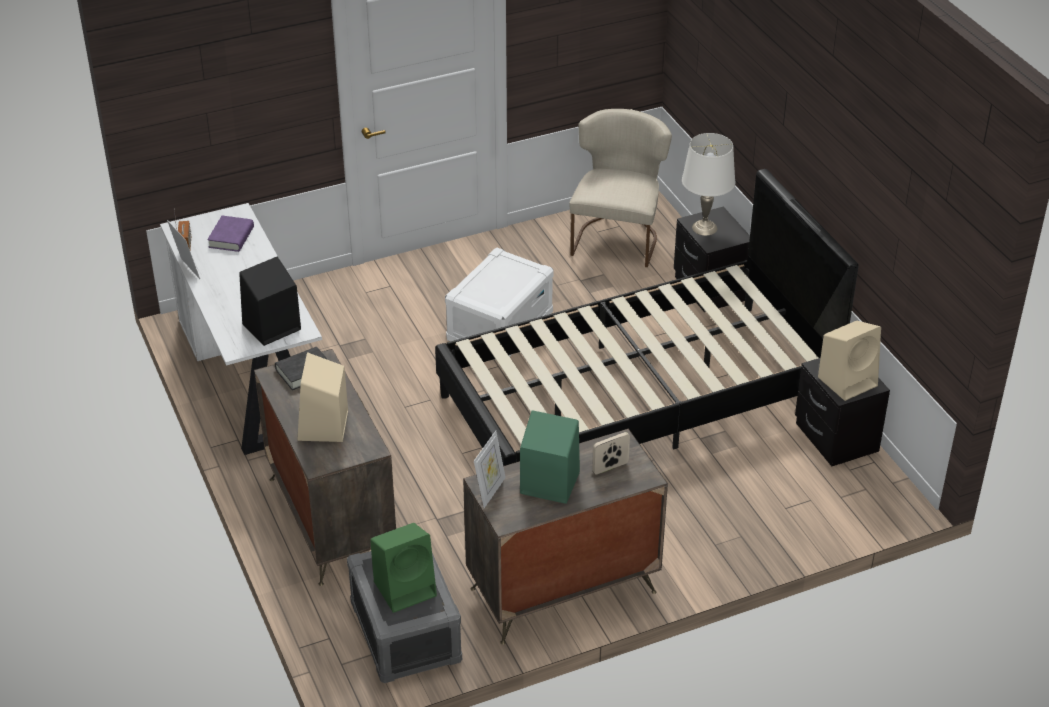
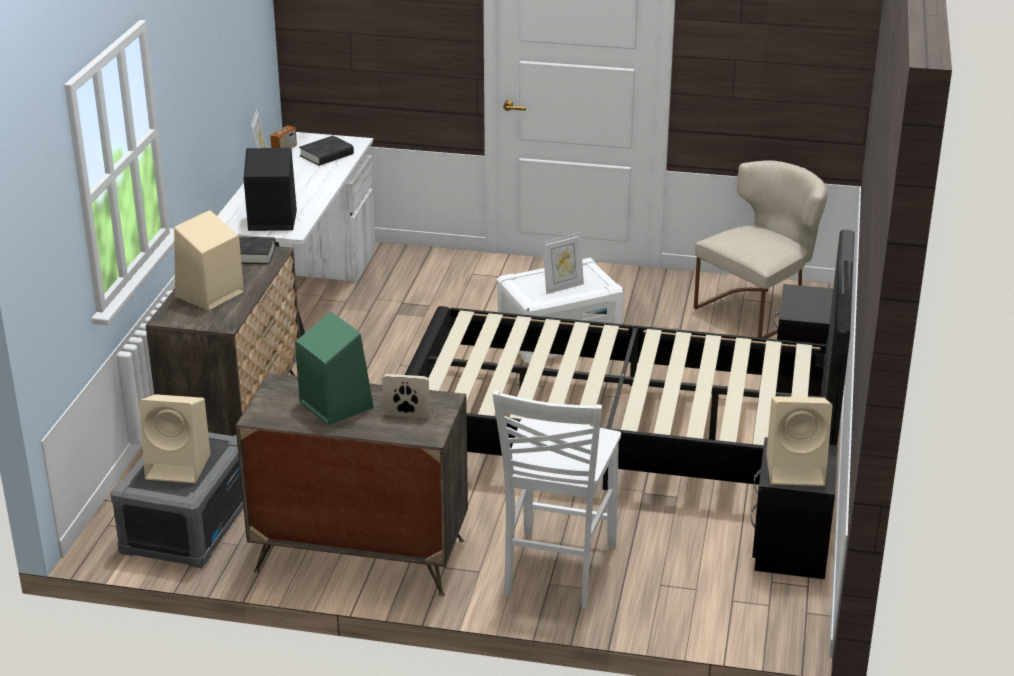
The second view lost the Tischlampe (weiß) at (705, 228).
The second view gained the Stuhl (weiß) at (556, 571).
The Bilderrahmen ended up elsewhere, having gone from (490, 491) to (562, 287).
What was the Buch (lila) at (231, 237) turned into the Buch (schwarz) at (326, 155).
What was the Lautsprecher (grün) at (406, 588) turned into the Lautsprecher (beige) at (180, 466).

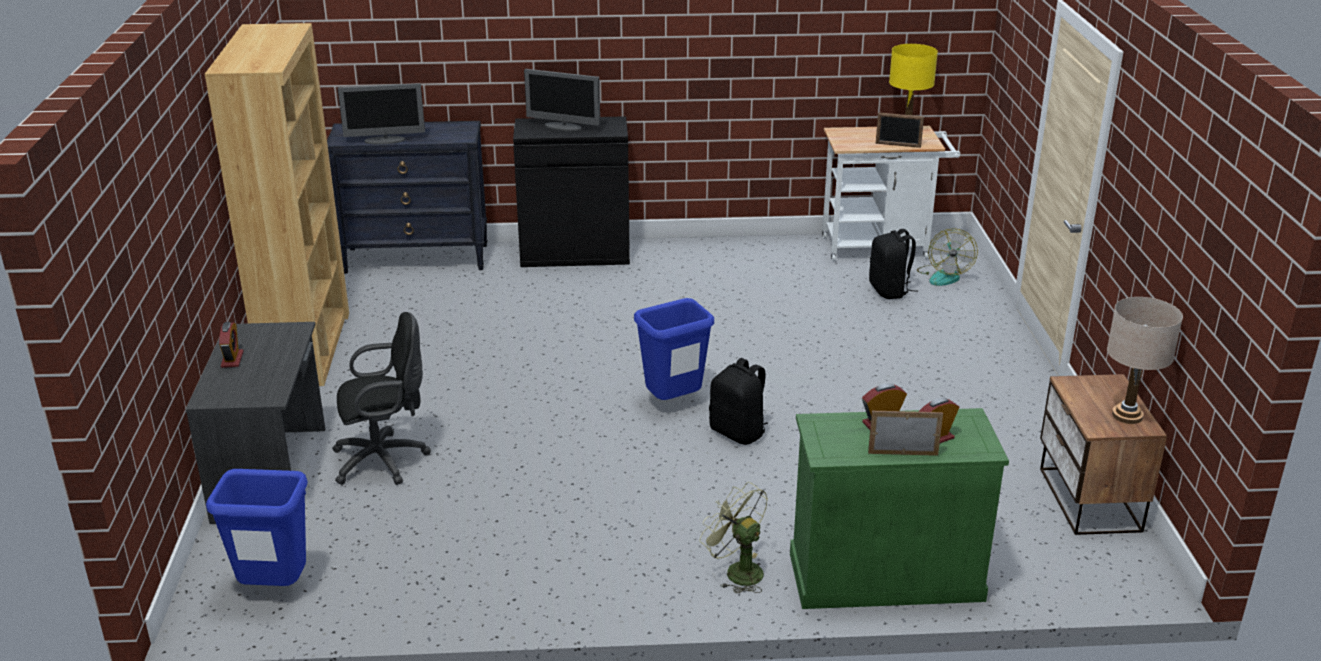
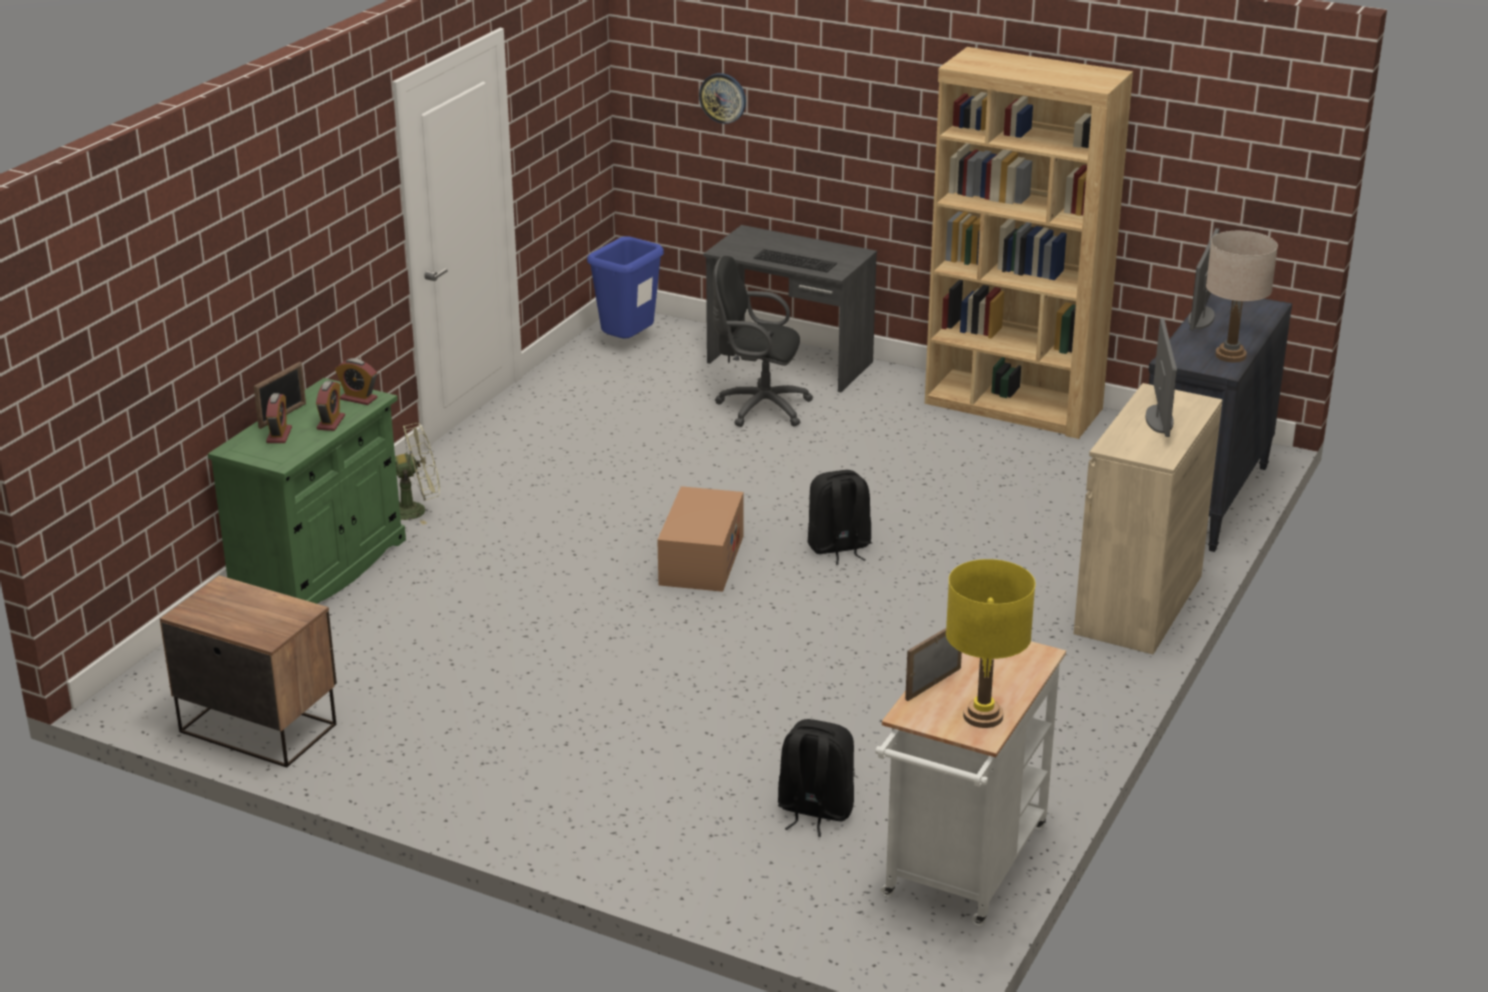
The second view lost the Ventilator at (944, 275).
The second view gained the Wanduhr at (723, 98).
The second view gained the Tastatur at (796, 260).
The Wecker ended up elsewhere, having gone from (232, 359) to (358, 398).
The Rucksack (schwarz) ended up elsewhere, having gone from (738, 432) to (839, 548).
The Tischlampe (beige) ended up elsewhere, having gone from (1127, 415) to (1230, 356).
Where the Mülleimer (blau) stood at (672, 404), the Karton came to stand at (701, 560).
What was the Schrank (schwarz) at (575, 254) turned into the Schrank (beige) at (1138, 604).
The Bürostuhl (schwarz) at (385, 460) ended up facing another way, 90 degrees clockwise from before.
The Monitor at (563, 127) ended up facing another way, 135 degrees clockwise from before.

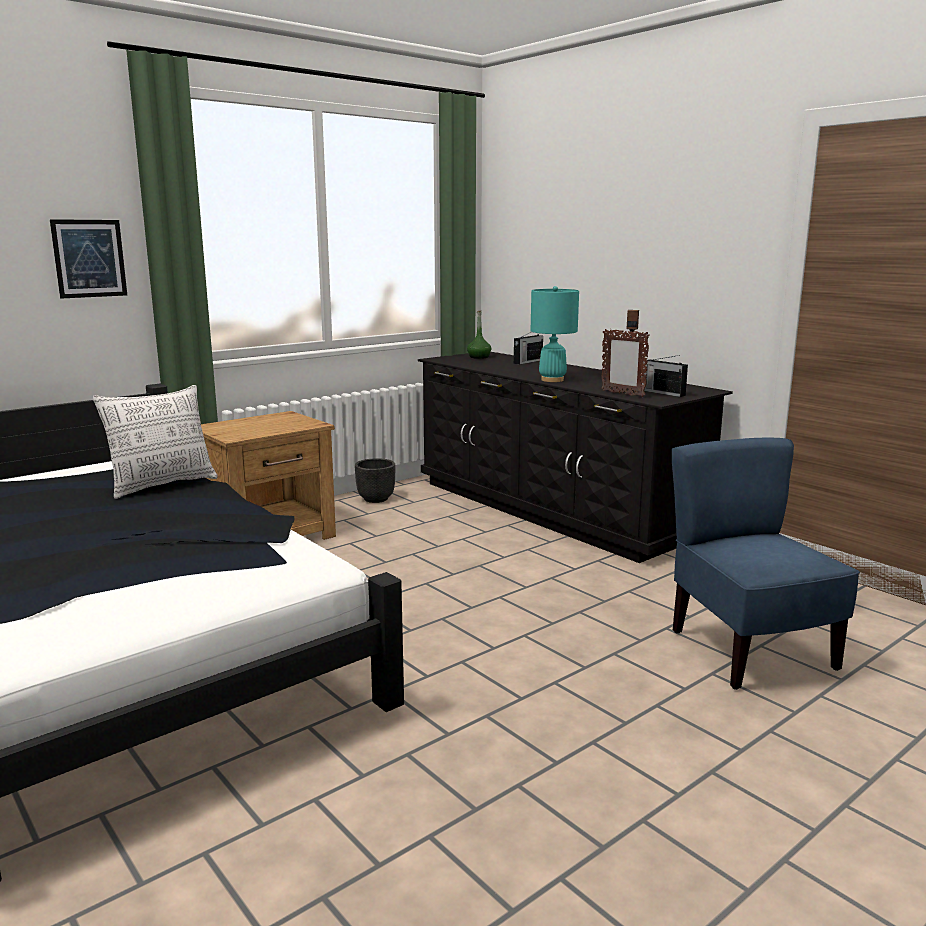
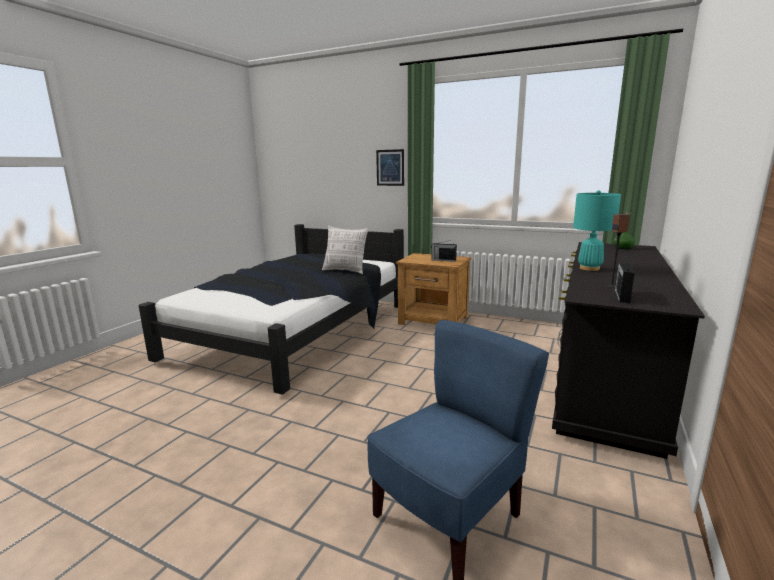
The second view lost the Pflanzkübel (schwarz) at (376, 499).
The second view lost the Bilderrahmen at (622, 394).
The Radio ended up elsewhere, having gone from (527, 362) to (443, 260).

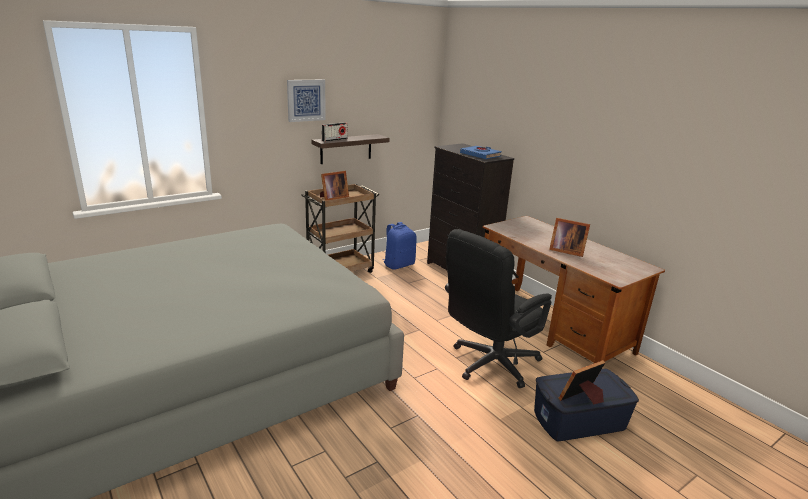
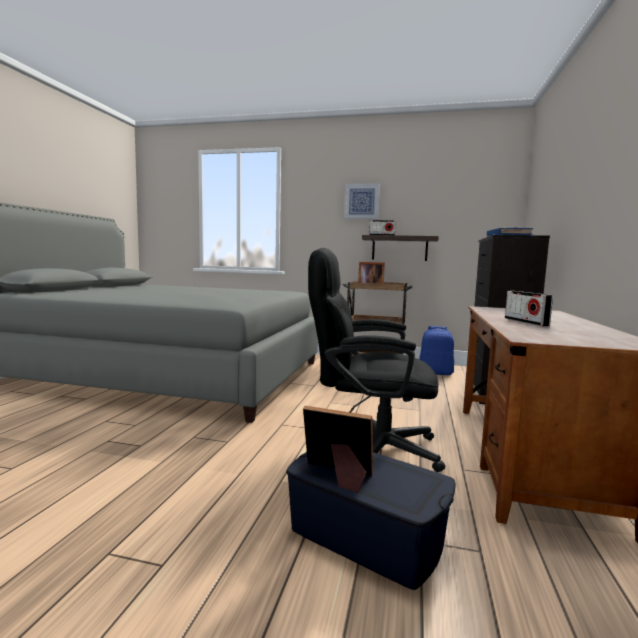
Where the Bilderrahmen stood at (565, 250), the Radio came to stand at (525, 322).

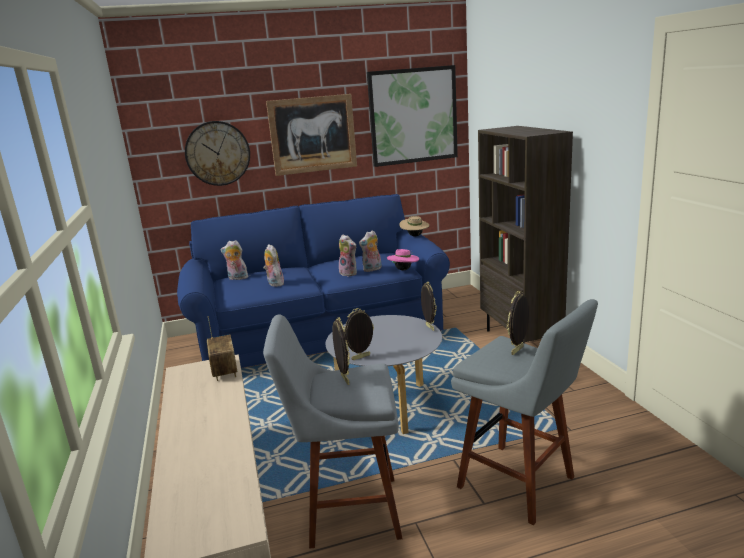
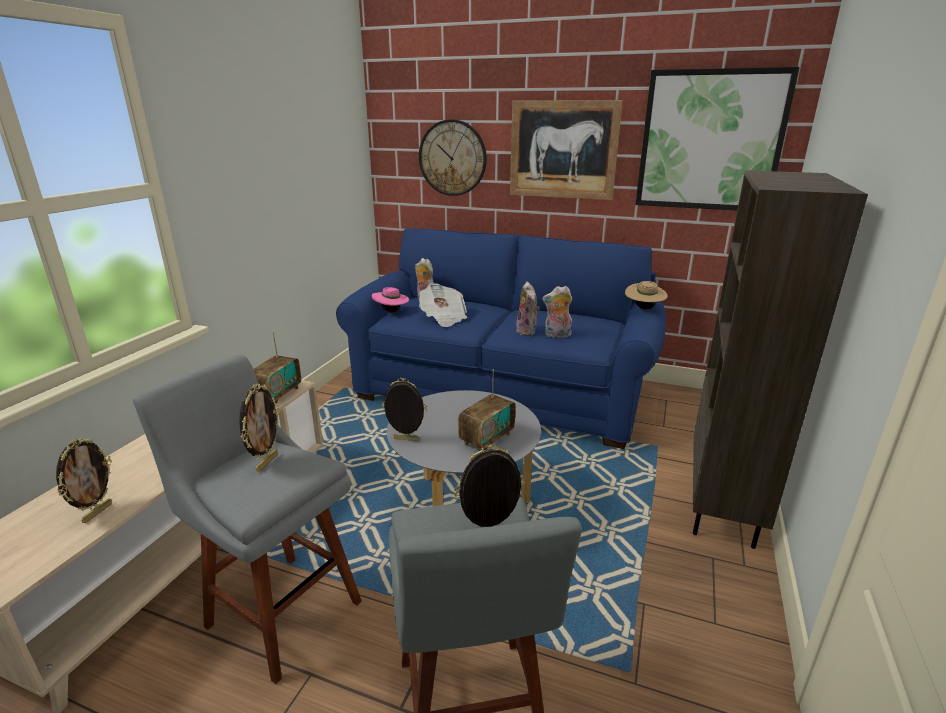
The second view gained the Radio at (486, 439).
The Hut (rosa) ended up elsewhere, having gone from (403, 270) to (391, 312).
The Bilderrahmen ended up elsewhere, having gone from (429, 327) to (97, 512).
Where the Plüschtier stood at (274, 283), the Zeitung came to stand at (443, 318).

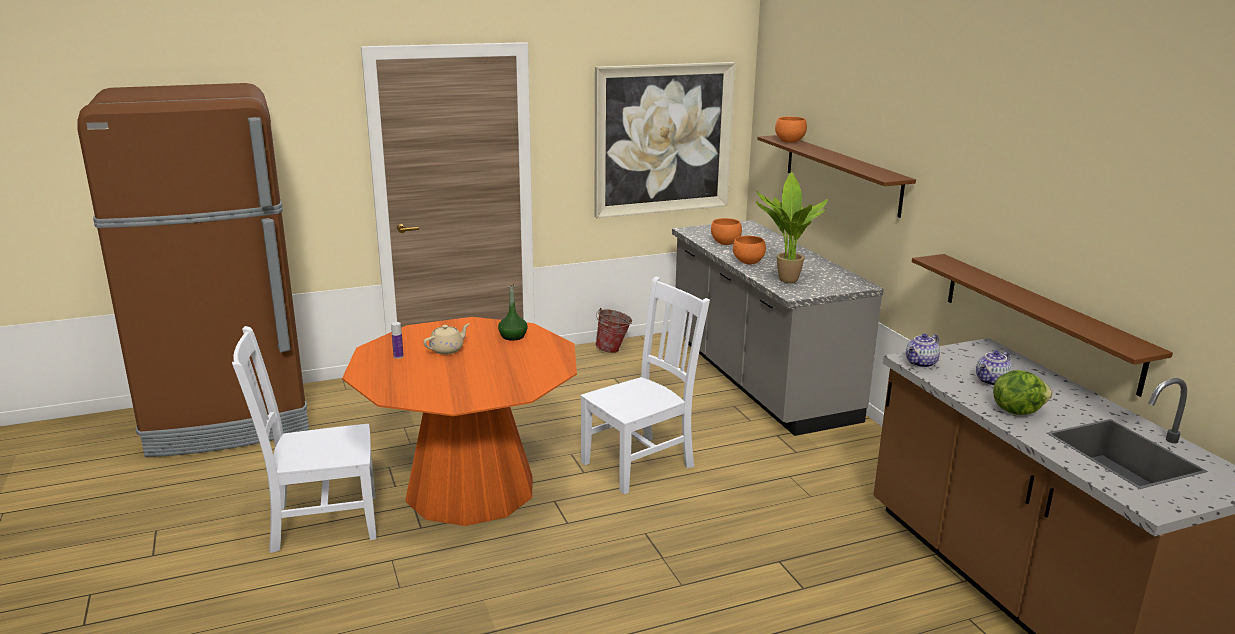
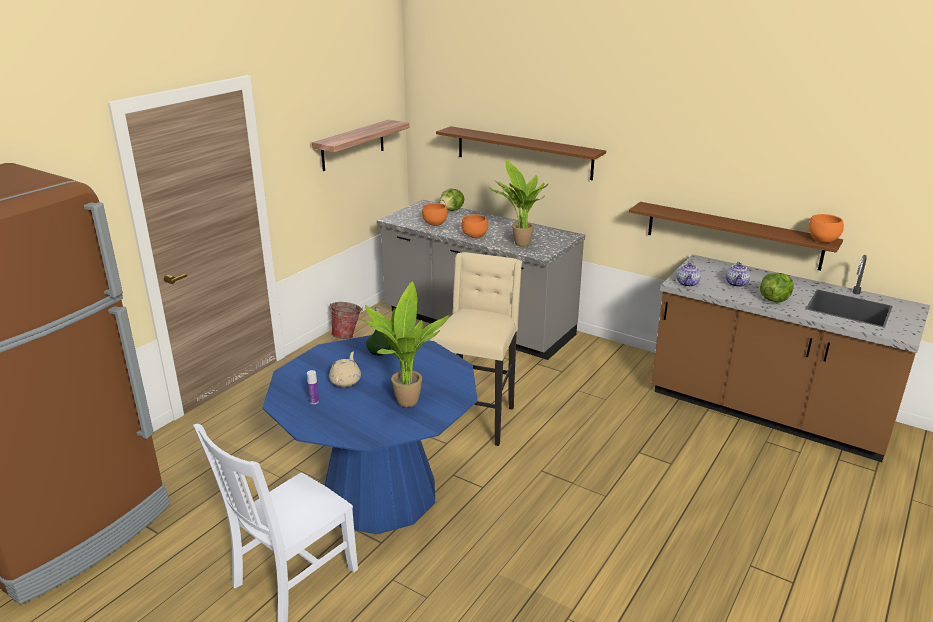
The second view gained the Topfpflanze at (404, 401).
The second view gained the Salatkopf at (452, 210).
The Schüssel (orange) ended up elsewhere, having gone from (789, 141) to (822, 240).
Where the Stuhl (weiß) stood at (641, 463), the Hocker (beige) came to stand at (477, 419).
Where the Bild hung at (663, 139), the Wandregal came to hang at (353, 145).
What was the Esstisch (orange) at (470, 488) turned into the Esstisch (blau) at (379, 493).

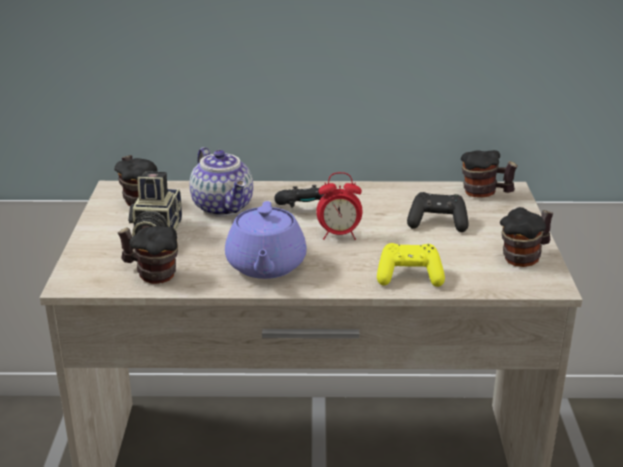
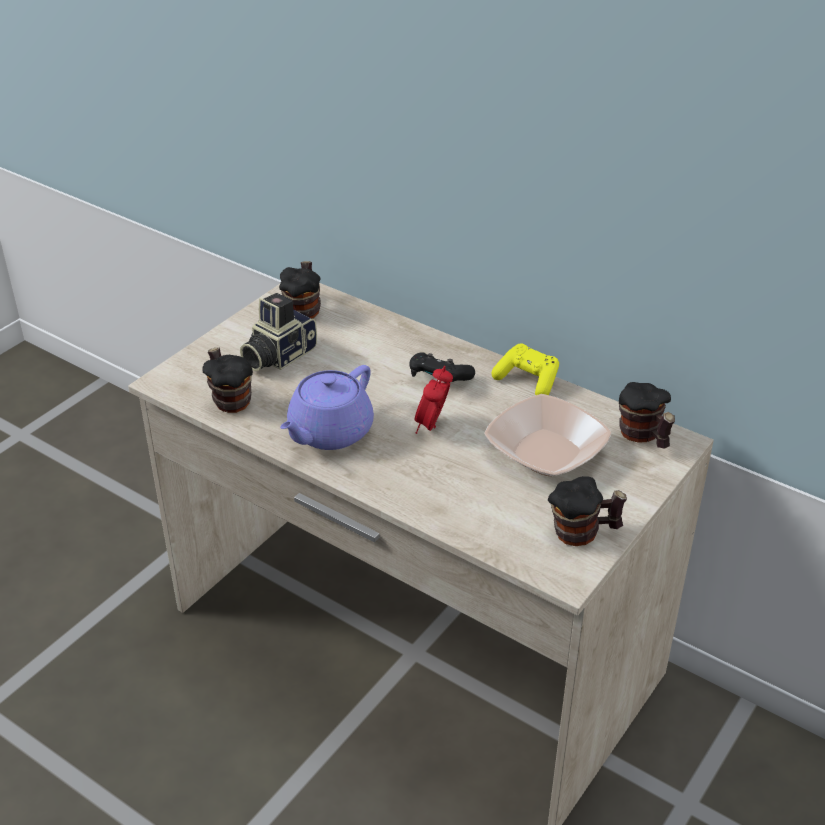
The second view lost the Teekanne at (224, 207).
The Gamepad (gelb) ended up elsewhere, having gone from (409, 276) to (527, 380).
Where the Gamepad (schwarz) stood at (437, 223), the Schüssel came to stand at (546, 452).
The Wecker at (339, 235) ended up facing another way, 75 degrees clockwise from before.

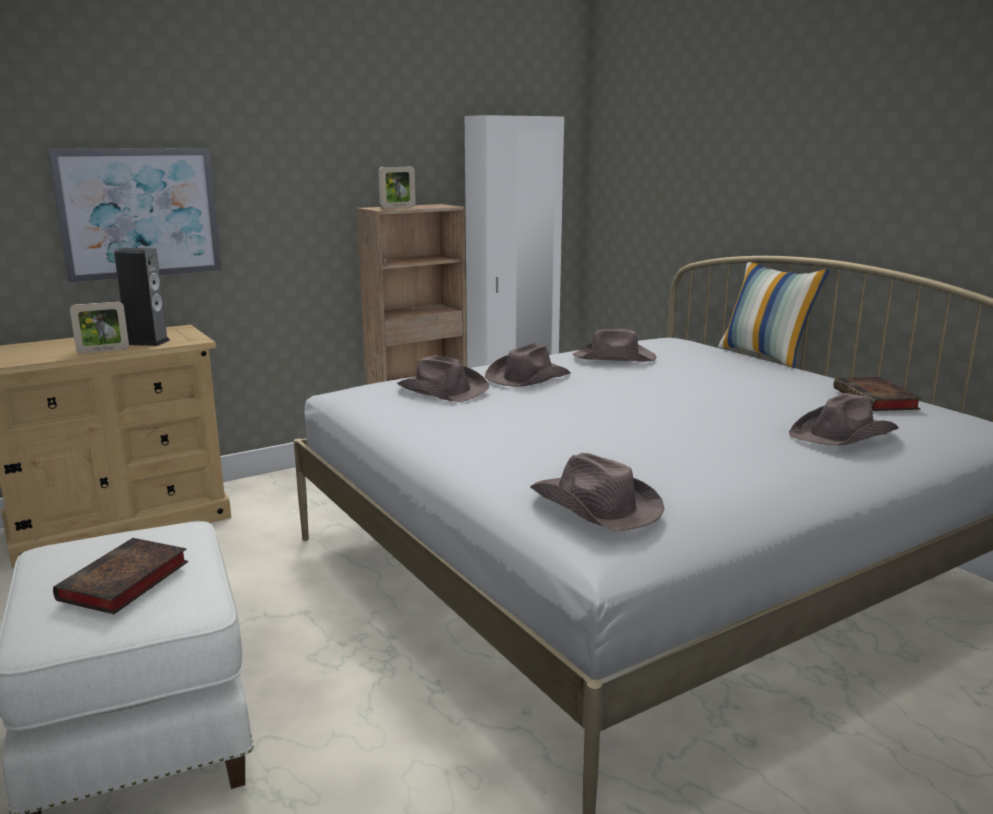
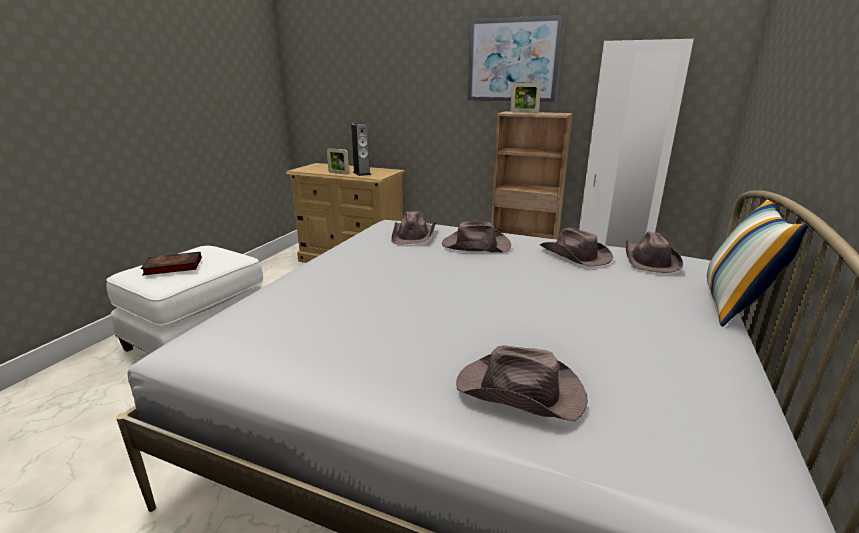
The second view lost the Buch at (877, 400).
The Bild ended up elsewhere, having gone from (139, 213) to (512, 60).
The Hut (braun) ended up elsewhere, having gone from (595, 506) to (649, 260).

